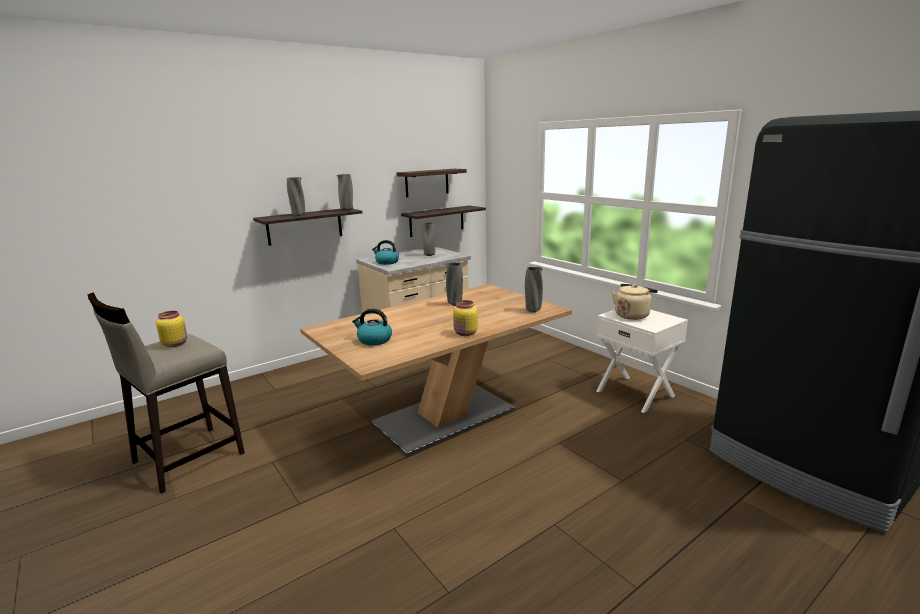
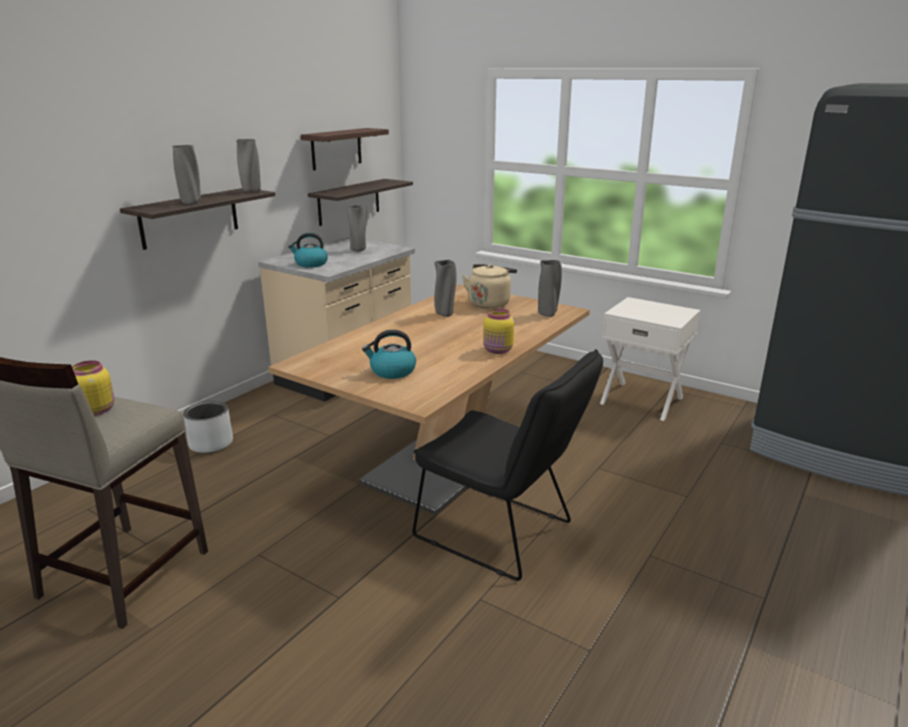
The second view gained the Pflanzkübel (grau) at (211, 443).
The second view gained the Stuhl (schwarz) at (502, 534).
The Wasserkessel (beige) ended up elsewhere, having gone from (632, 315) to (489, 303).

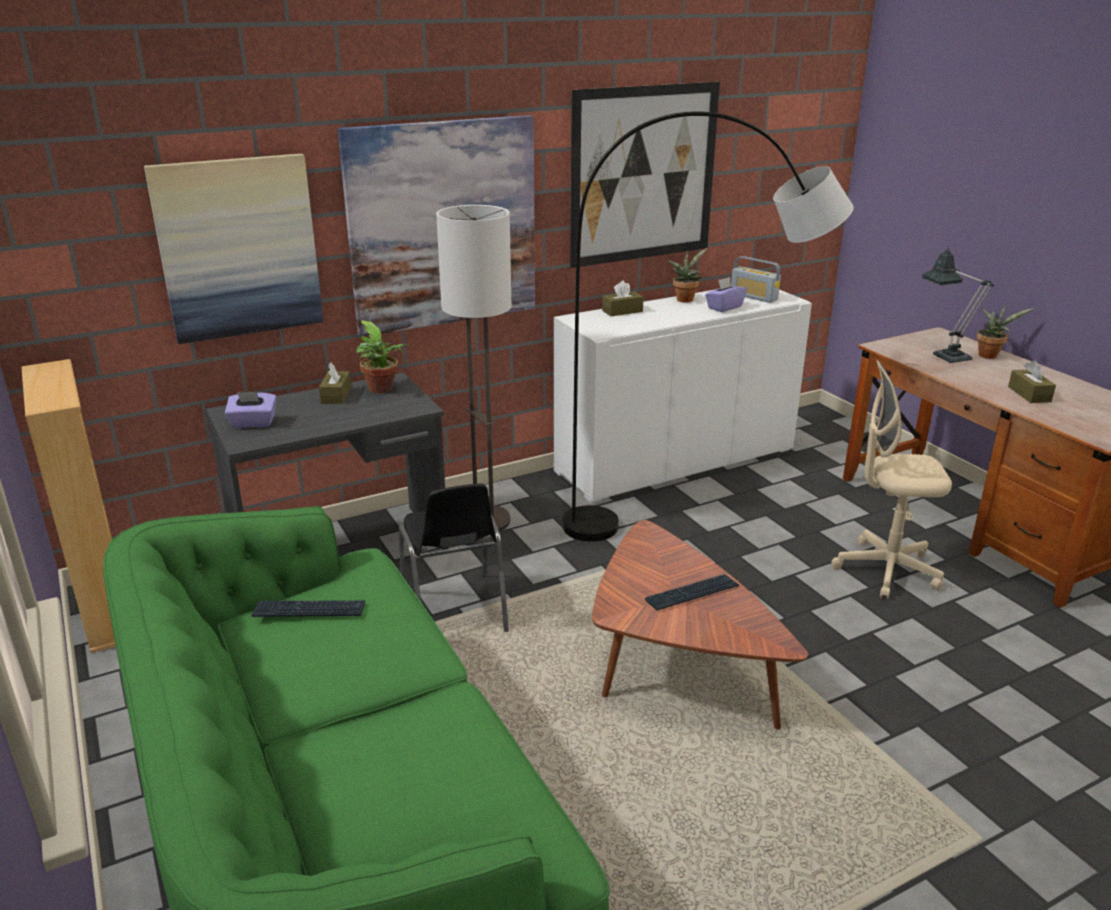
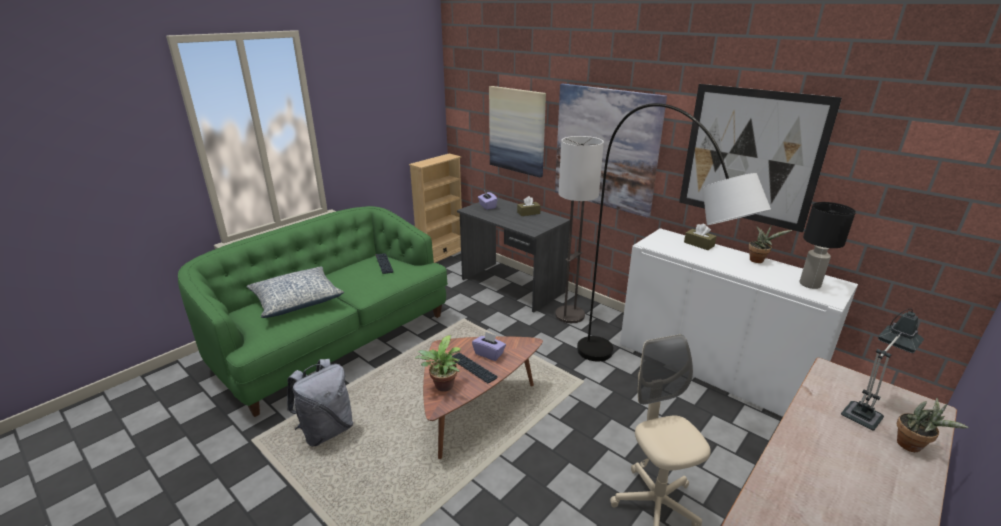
The second view lost the Stuhl (schwarz) at (454, 611).
The second view lost the Taschentuchbox (braun) at (1029, 394).
The second view gained the Kissen at (297, 300).
The second view gained the Rucksack (grau) at (326, 430).
The Topfpflanze ended up elsewhere, having gone from (382, 390) to (442, 387).
The Taschentuchbox (lila) ended up elsewhere, having gone from (724, 307) to (489, 354).
Where the Radio stood at (754, 297), the Tischlampe (schwarz) came to stand at (810, 284).

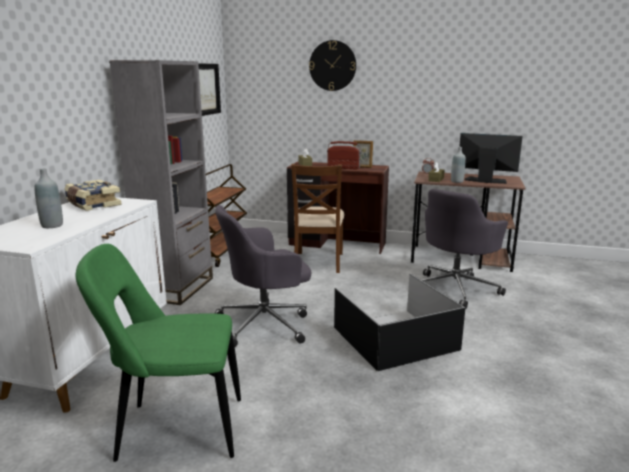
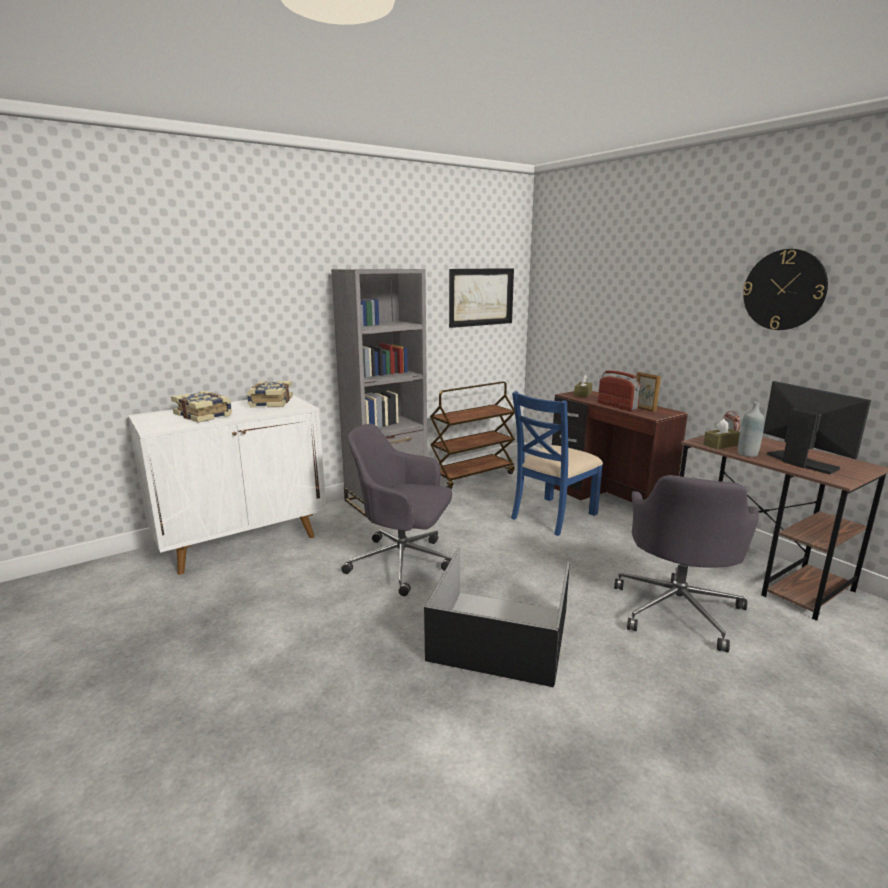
The second view lost the Stuhl (grün) at (175, 430).
The Wanduhr ended up elsewhere, having gone from (332, 65) to (784, 290).
Where the Flasche (grau) stood at (52, 225), the Buch came to stand at (204, 415).
What was the Stuhl (braun) at (318, 262) turned into the Stuhl (blau) at (552, 516).
The Bürostuhl (grau) at (455, 289) ended up facing another way, 60 degrees counterclockwise from before.

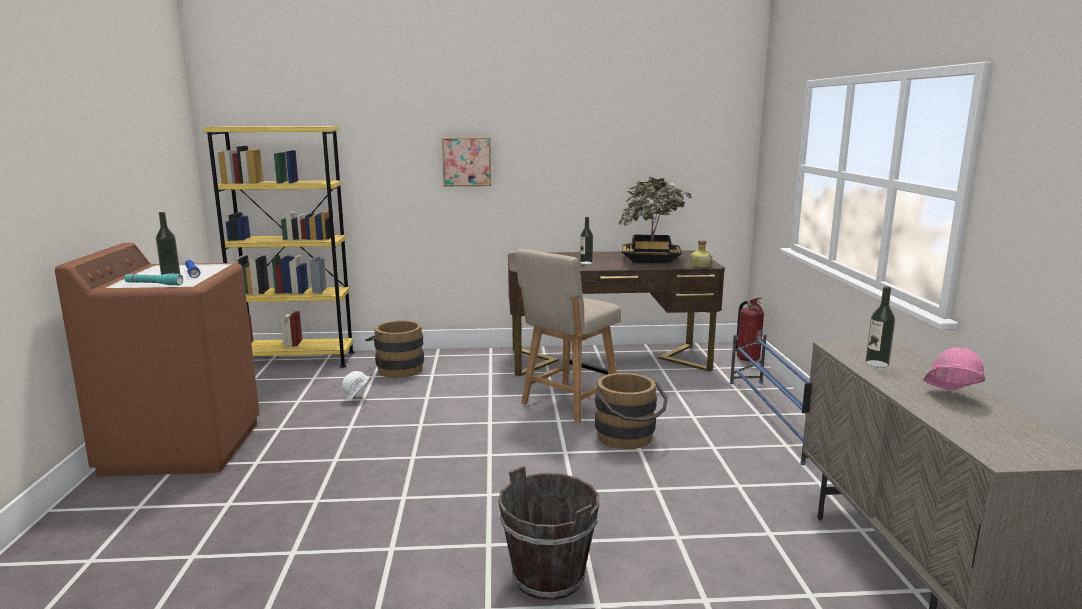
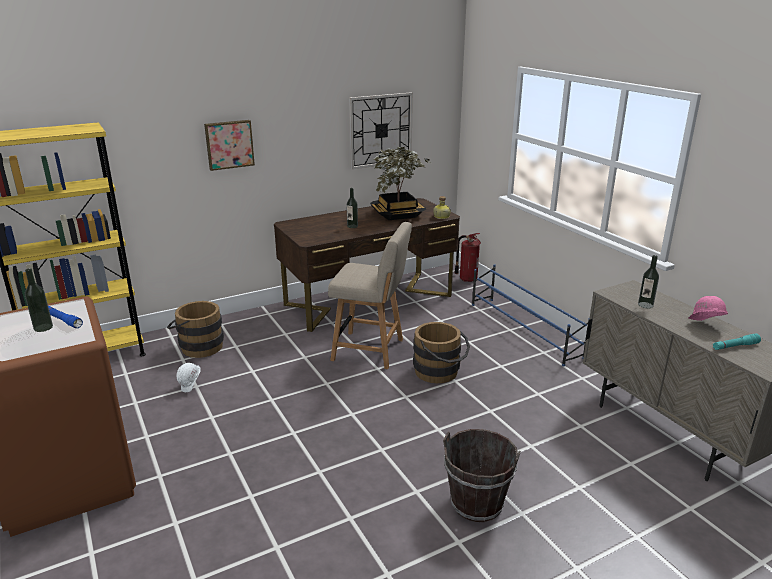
The second view gained the Wanduhr at (380, 130).
The Taschenlampe (türkis) ended up elsewhere, having gone from (154, 284) to (735, 346).
The Stuhl (beige) at (567, 403) ended up facing another way, 90 degrees counterclockwise from before.

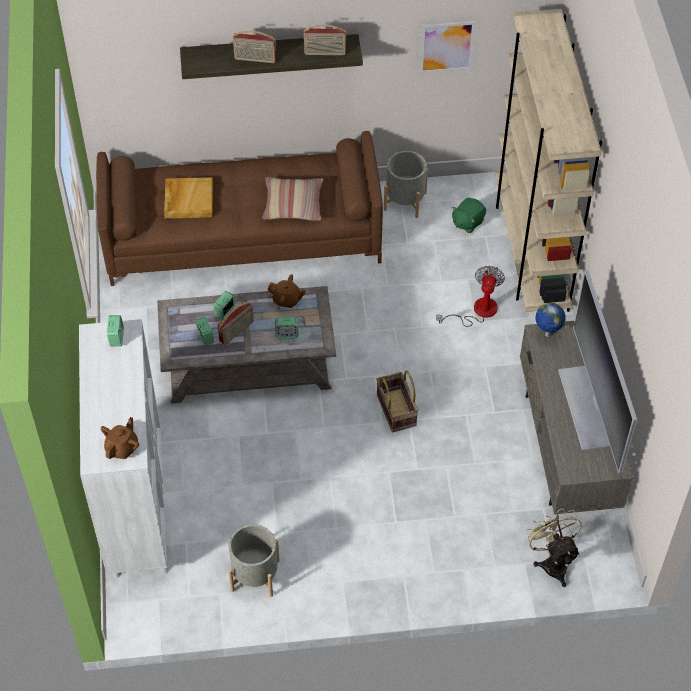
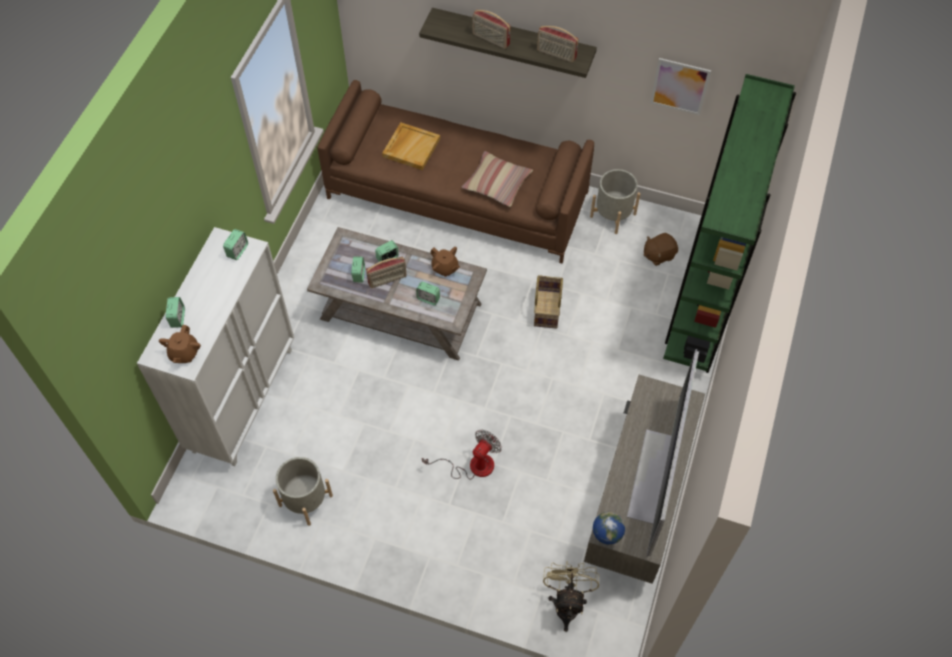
The second view gained the Wecker at (178, 318).
The Korb ended up elsewhere, having gone from (395, 410) to (546, 309).
The Ventilator ended up elsewhere, having gone from (477, 311) to (472, 466).
The Globus ended up elsewhere, having gone from (547, 335) to (605, 539).
What was the Plüschtier (grün) at (467, 222) turned into the Plüschtier (braun) at (658, 255).
What was the Bücherregal (beige) at (530, 251) turned into the Bücherregal (grün) at (702, 302).
The Teekanne (braun) at (122, 448) ended up facing another way, 135 degrees clockwise from before.

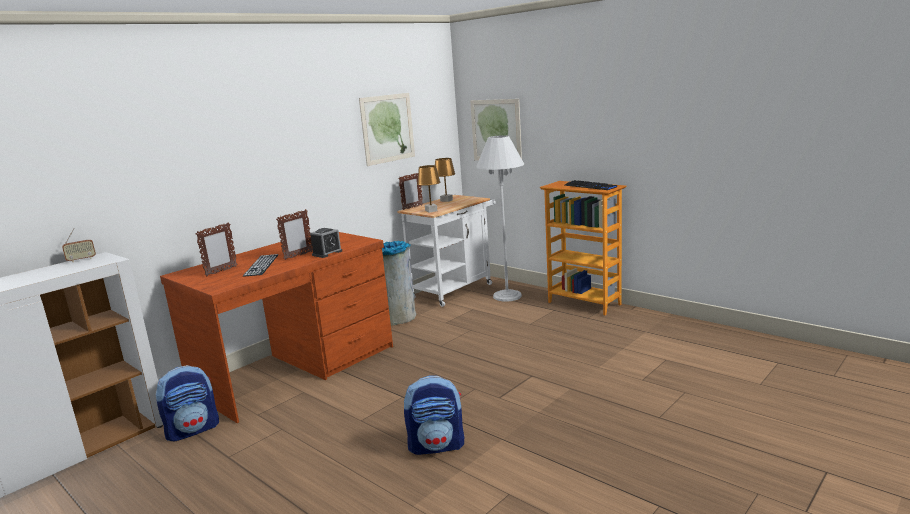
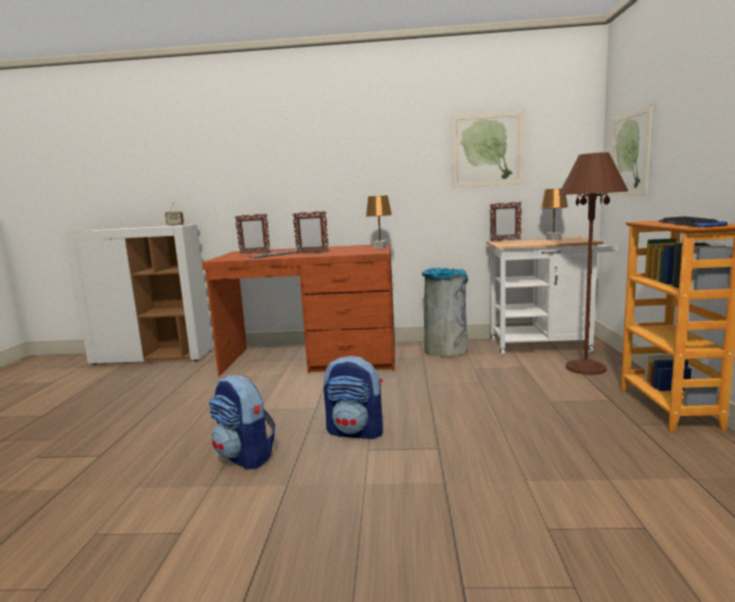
The second view lost the Wecker at (327, 253).
The Rucksack ended up elsewhere, having gone from (193, 430) to (356, 432).
The Tischlampe (braun) ended up elsewhere, having gone from (431, 211) to (380, 247).
What was the Stehlampe (weiß) at (507, 296) turned into the Stehlampe (braun) at (585, 368).

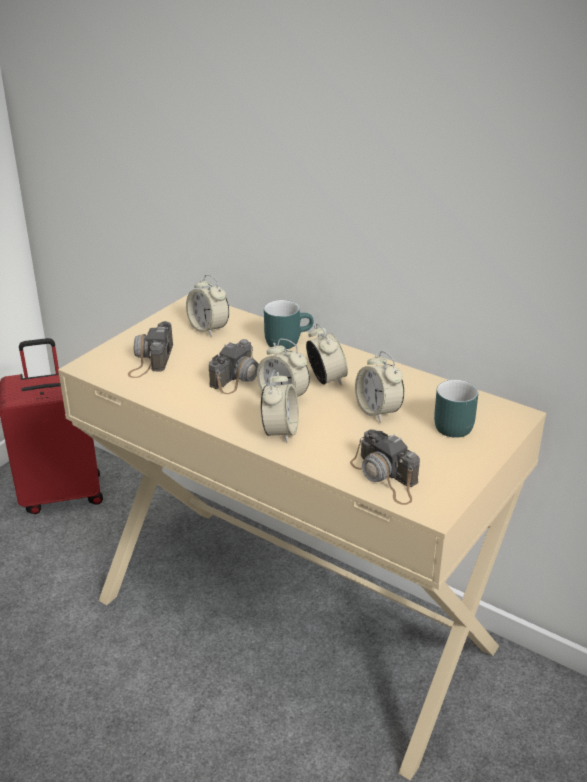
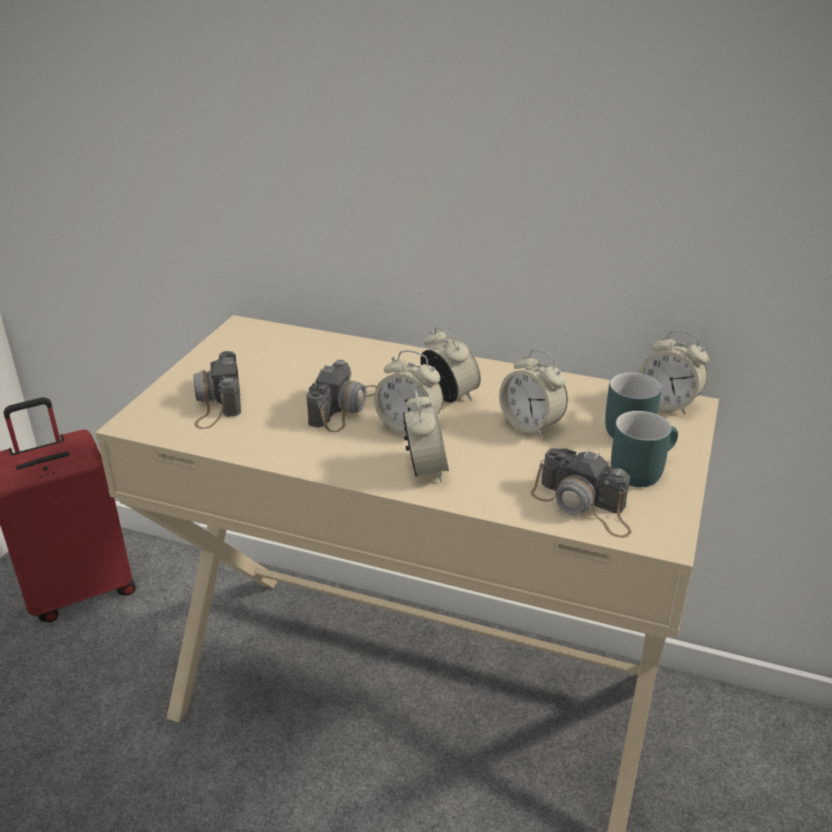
The Wecker ended up elsewhere, having gone from (208, 329) to (668, 404).
The Henkelbecher (türkis) ended up elsewhere, having gone from (287, 340) to (639, 469).

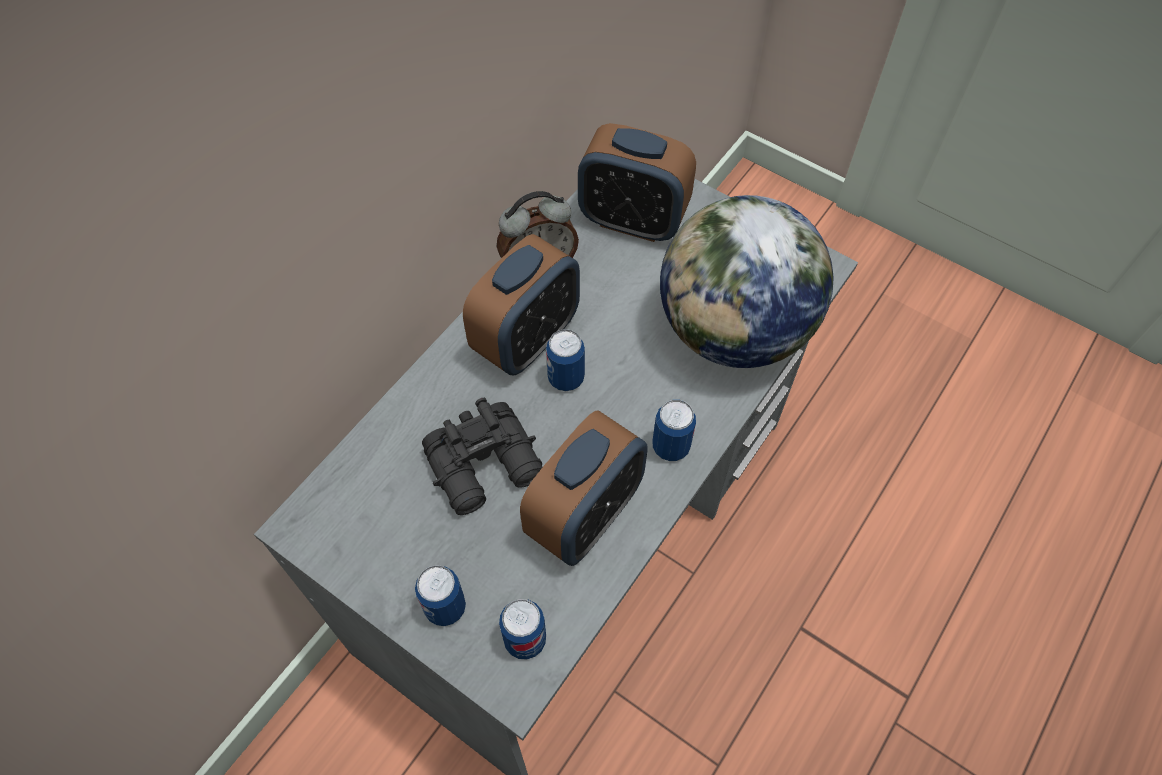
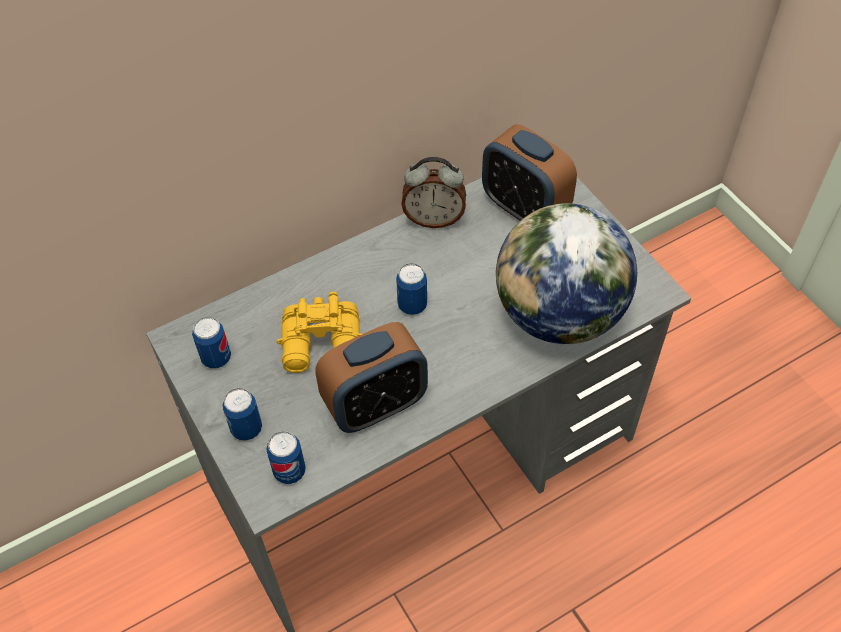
The second view lost the Wecker at (527, 339).
The Dose ended up elsewhere, having gone from (671, 446) to (216, 358).
What was the Fernglas (schwarz) at (487, 466) turned into the Fernglas (gelb) at (324, 346).

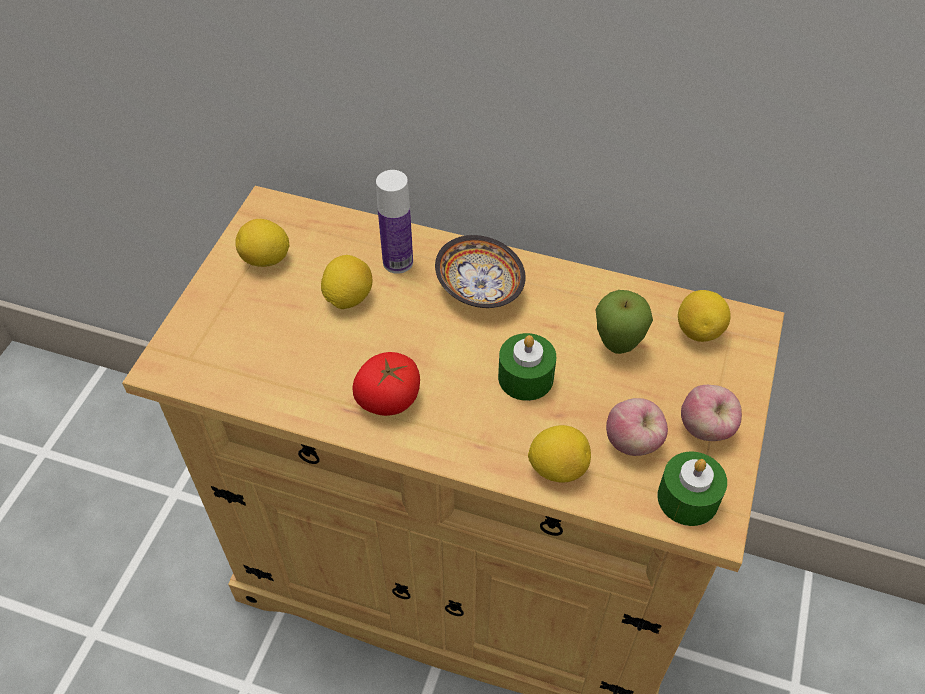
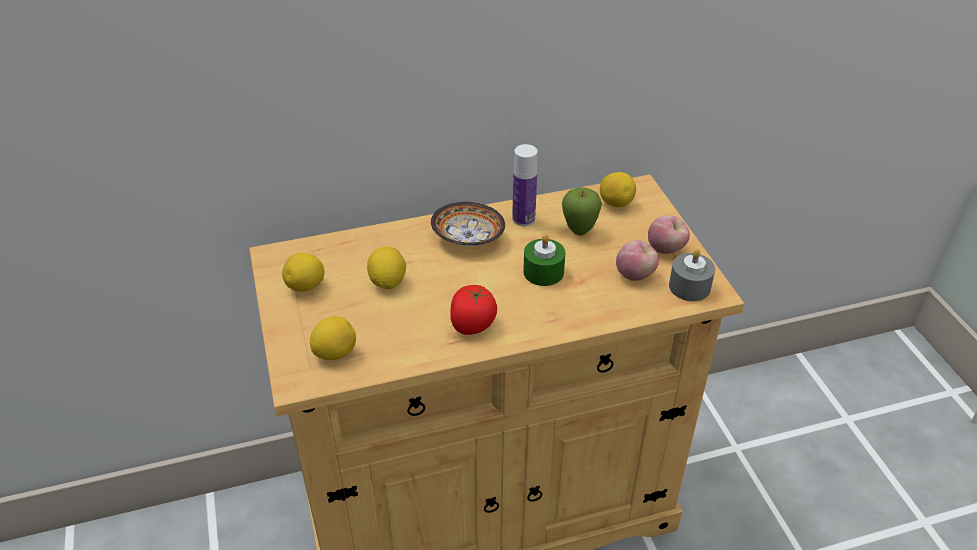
The Flasche ended up elsewhere, having gone from (398, 262) to (523, 219).
The Zitrone ended up elsewhere, having gone from (557, 468) to (335, 353).
What was the Kerze (grün) at (687, 498) turned into the Kerze (grau) at (689, 287).

